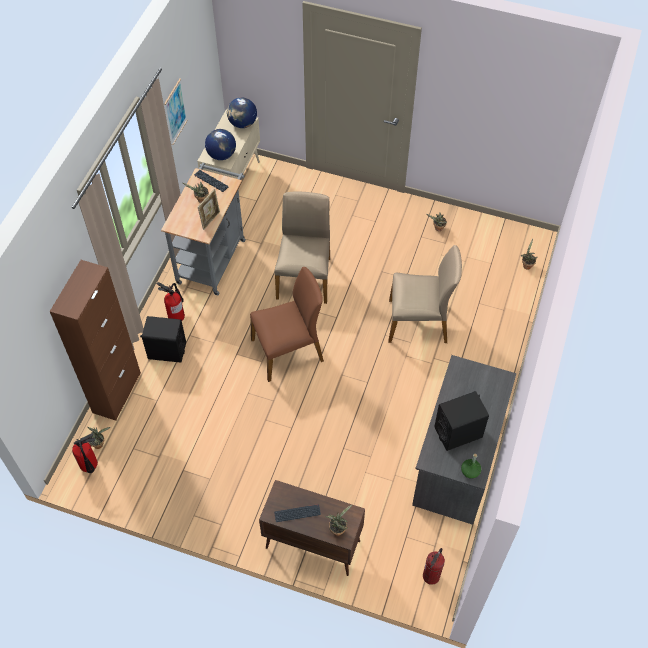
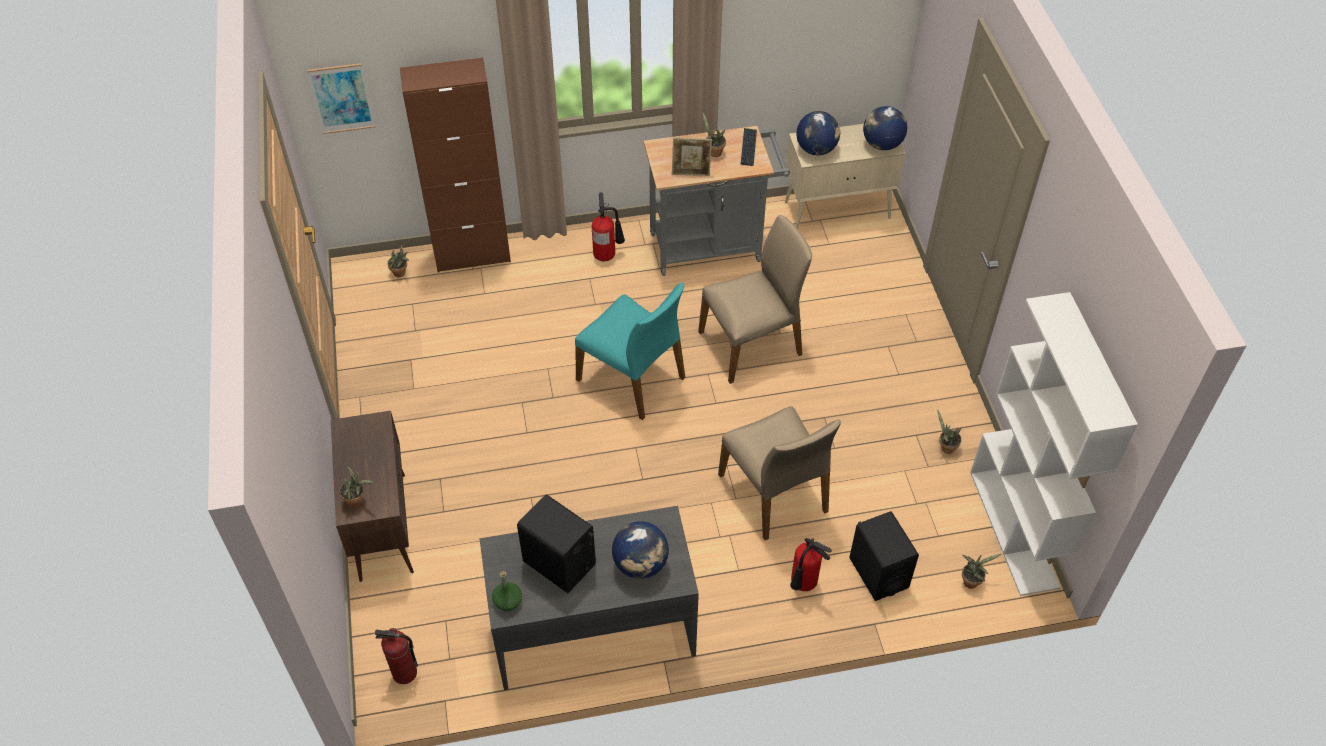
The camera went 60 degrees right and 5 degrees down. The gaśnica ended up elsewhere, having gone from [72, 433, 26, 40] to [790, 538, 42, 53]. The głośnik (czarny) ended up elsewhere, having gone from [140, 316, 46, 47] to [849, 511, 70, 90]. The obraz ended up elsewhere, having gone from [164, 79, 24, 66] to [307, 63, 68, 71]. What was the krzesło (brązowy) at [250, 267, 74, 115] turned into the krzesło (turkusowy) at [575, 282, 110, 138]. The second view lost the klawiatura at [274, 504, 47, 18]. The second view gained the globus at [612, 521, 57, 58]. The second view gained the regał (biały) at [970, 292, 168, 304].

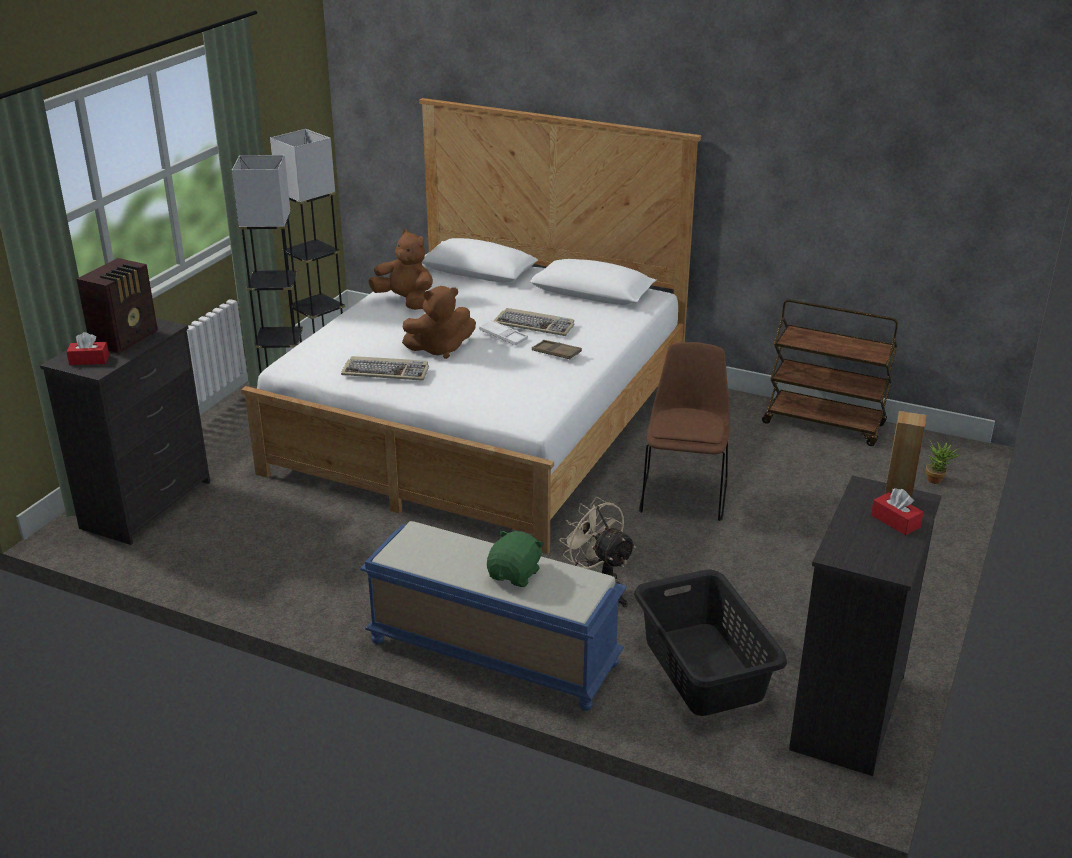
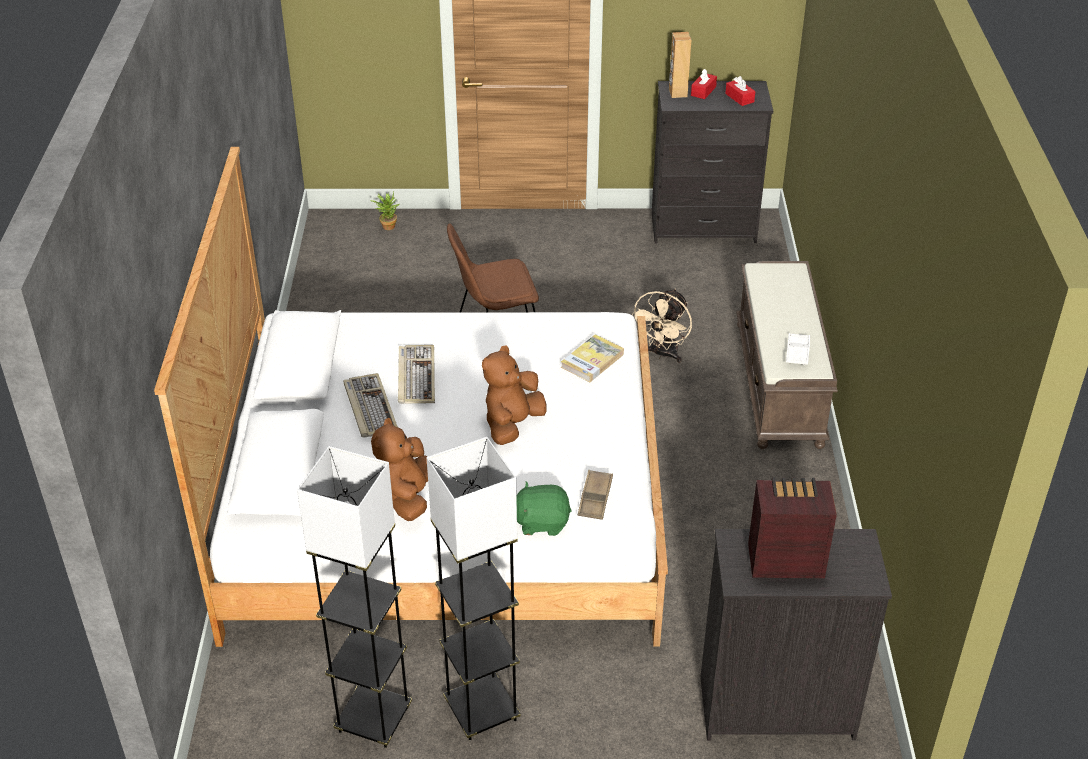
The camera went 115 degrees left and 10 degrees up. The pudełko chusteczek (czerwony) ended up elsewhere, having gone from [66, 332, 43, 33] to [725, 76, 30, 30]. The klawiatura ended up elsewhere, having gone from [341, 356, 88, 25] to [343, 373, 55, 65]. What was the ławka (niebieski) at [360, 521, 267, 190] turned into the ławka (brązowy) at [736, 261, 102, 188]. The pluszak (brązowy) at [402, 286, 74, 73] ended up facing another way, 105 degrees counterclockwise from before. The taca (biały) ended up elsewhere, having gone from [479, 320, 49, 25] to [786, 333, 24, 32]. The pluszak (zielony) ended up elsewhere, having gone from [487, 530, 57, 57] to [516, 481, 56, 55]. The taca (brązowy) ended up elsewhere, having gone from [532, 340, 50, 20] to [577, 470, 36, 50]. The second view lost the kosz na pranie (czarny) at [634, 569, 153, 147]. The second view lost the wózek (brązowy) at [762, 299, 136, 147]. The second view gained the książka at [561, 334, 63, 48].

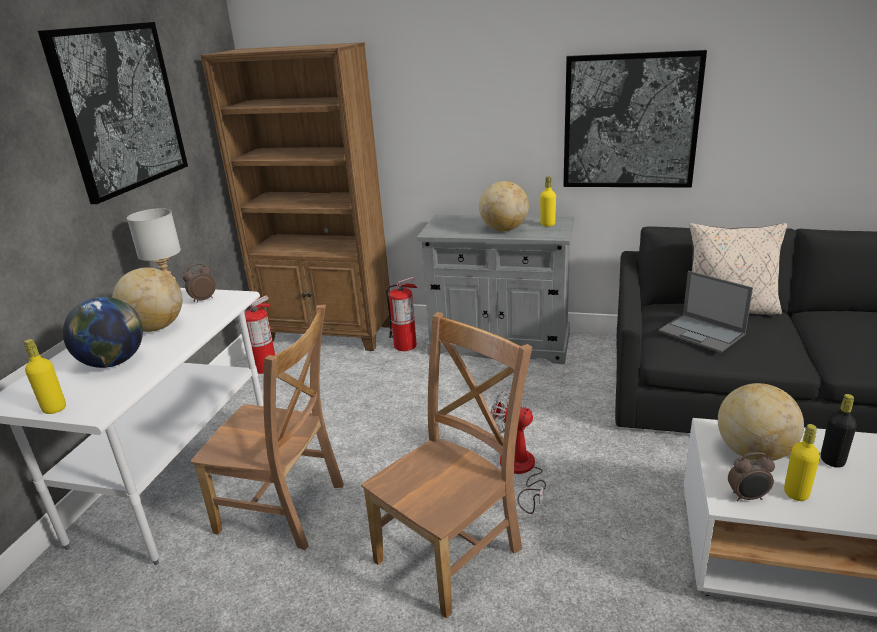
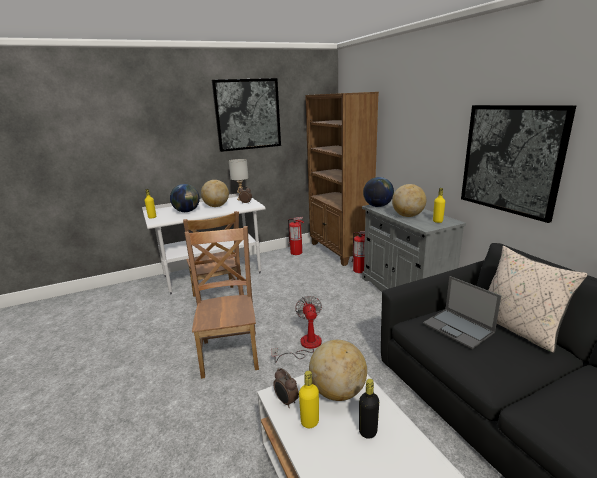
The camera went 50 degrees right and 5 degrees down. The krzesło (brązowy) at [361, 312, 171, 307] ended up facing another way, 105 degrees counterclockwise from before. The laptop at [658, 271, 95, 82] ended up facing another way, 45 degrees counterclockwise from before. The second view gained the globus at [363, 177, 31, 30].

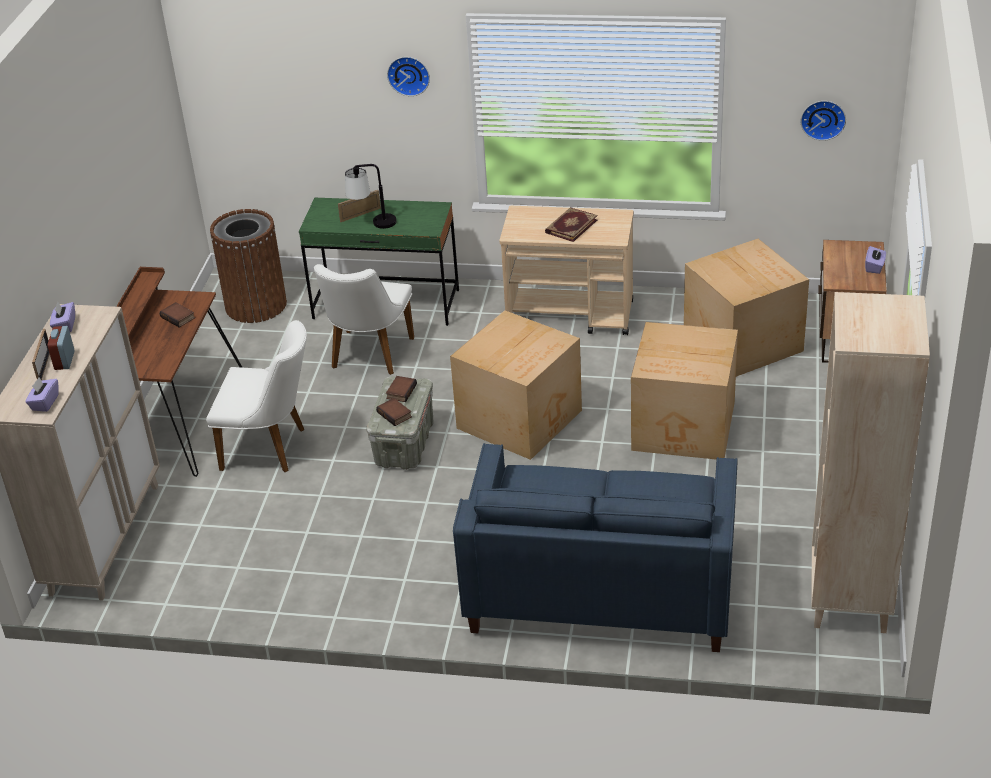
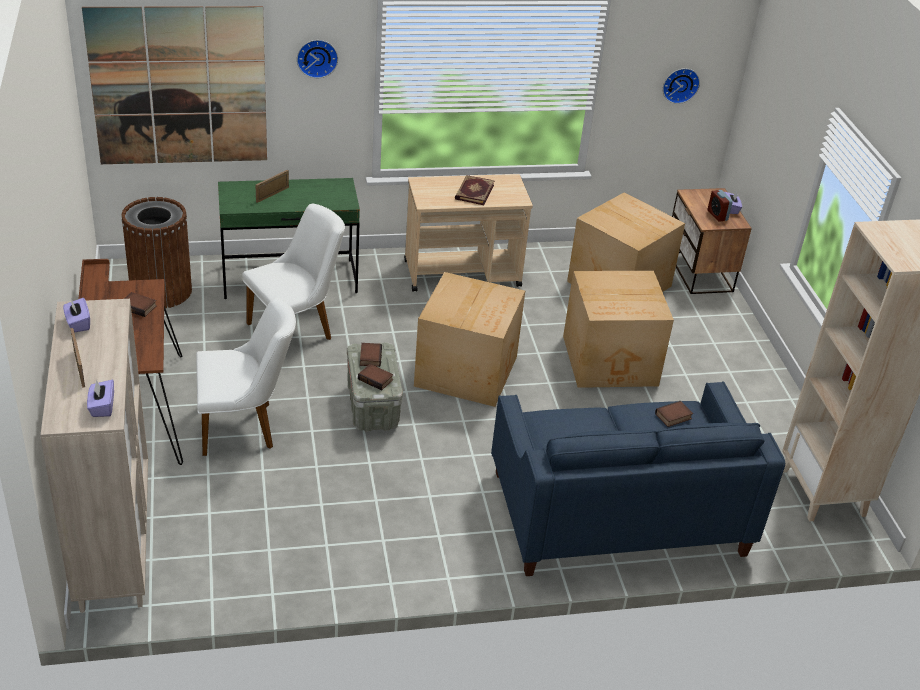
The camera went 25 degrees left and 0 degrees up. The budzik ended up elsewhere, having gone from [48, 326, 27, 44] to [708, 190, 25, 32]. The krzesło (biały) at [314, 264, 100, 111] ended up facing another way, 120 degrees counterclockwise from before. The second view lost the lampa stołowa at [345, 164, 52, 65]. The second view gained the obraz at [82, 6, 185, 158]. The second view gained the książka at [655, 401, 38, 26].

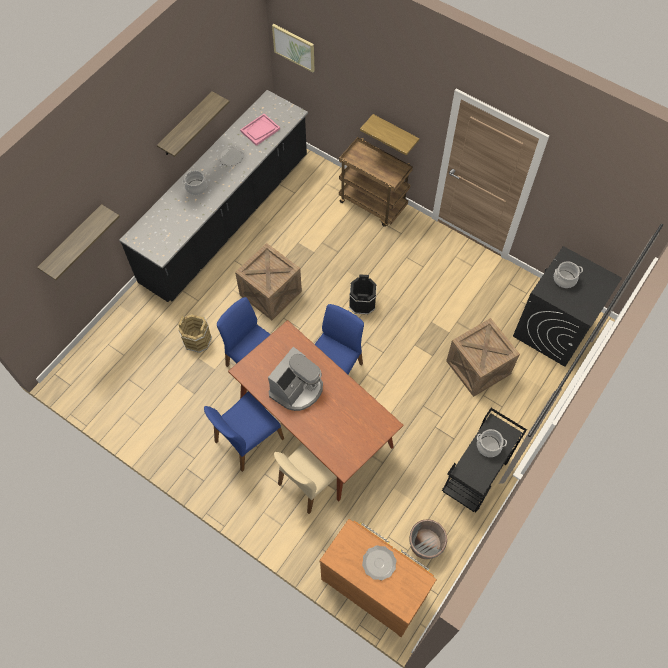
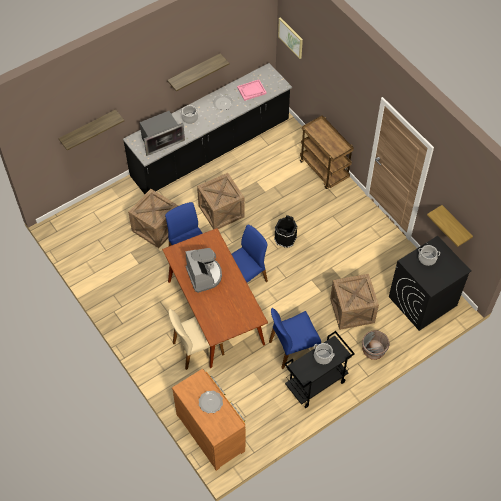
The camera went 20 degrees right and 5 degrees down. Where the wiadro (brązowy) stood at [178, 314, 34, 39], the skrzynka came to stand at [128, 189, 50, 59]. The krzesło (niebieski) ended up elsewhere, having gone from [204, 392, 80, 80] to [269, 308, 52, 61]. The ekspres do kawy at [268, 347, 55, 64] ended up facing another way, 75 degrees counterclockwise from before. The półka ended up elsewhere, having gone from [360, 114, 59, 41] to [427, 205, 46, 42]. The donica (szary) ended up elsewhere, having gone from [409, 519, 38, 40] to [362, 330, 28, 30]. The second view gained the mikrofalówka at [140, 111, 45, 45].

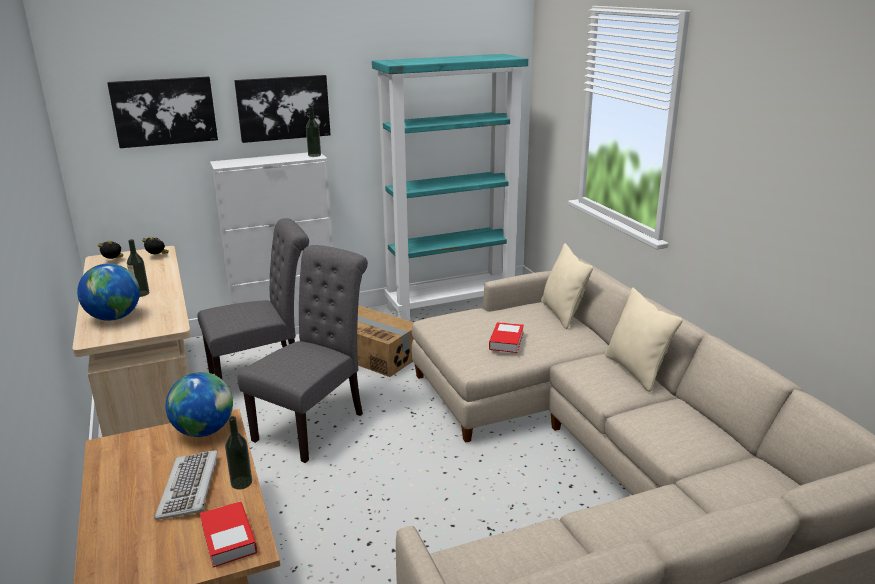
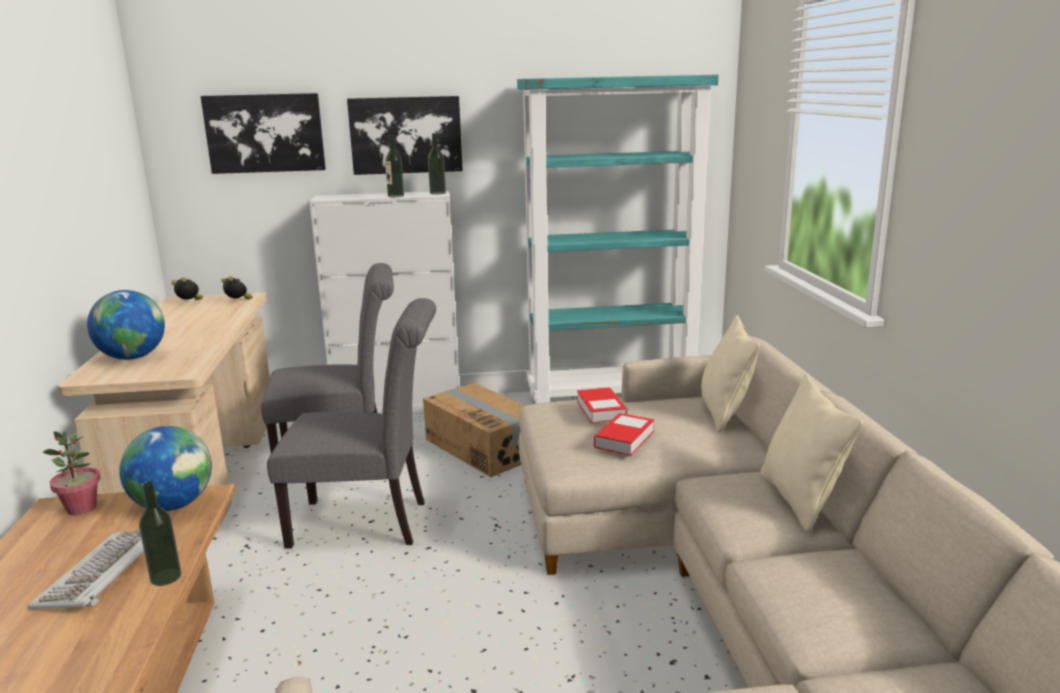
The camera went 15 degrees right and 5 degrees down. The butelka ended up elsewhere, having gone from [127, 239, 22, 58] to [385, 135, 19, 62]. The książka ended up elsewhere, having gone from [200, 501, 57, 67] to [577, 387, 50, 36]. The krzesło (szary) at [237, 245, 131, 218] ended up facing another way, 45 degrees clockwise from before. The second view gained the roślina doniczkowa at [43, 431, 58, 84].

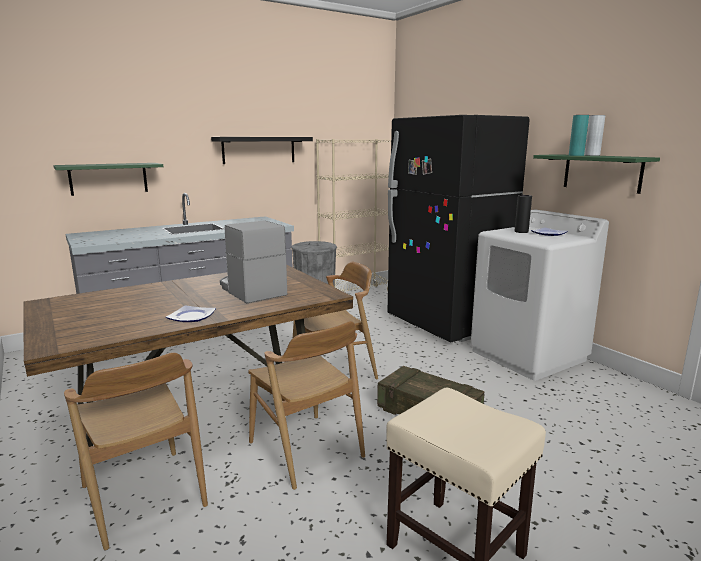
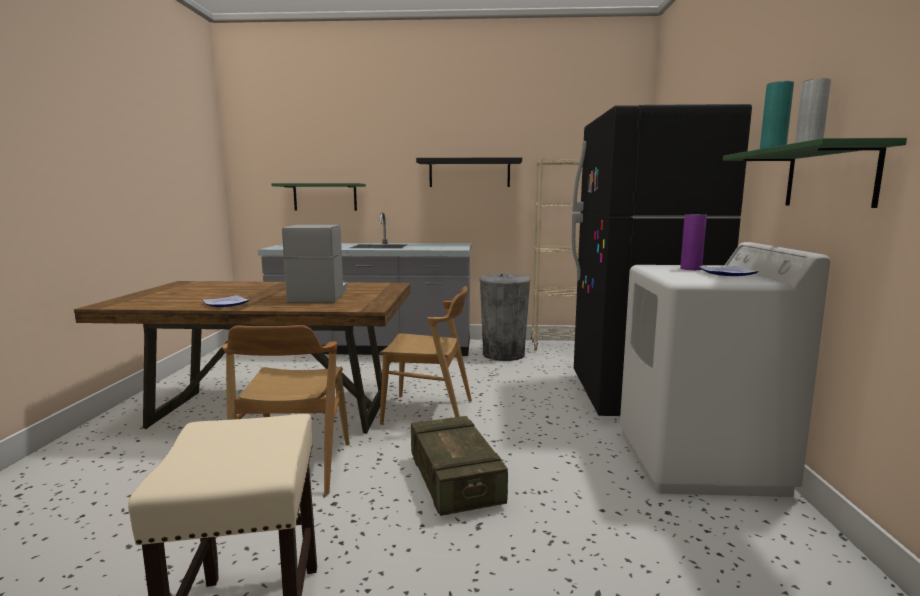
The camera went 35 degrees right and 5 degrees down. The second view lost the krzesło (brązowy) at [64, 352, 144, 198]. What was the wazon (czarny) at [515, 195, 17, 38] turned into the wazon (fioletowy) at [680, 214, 27, 56].

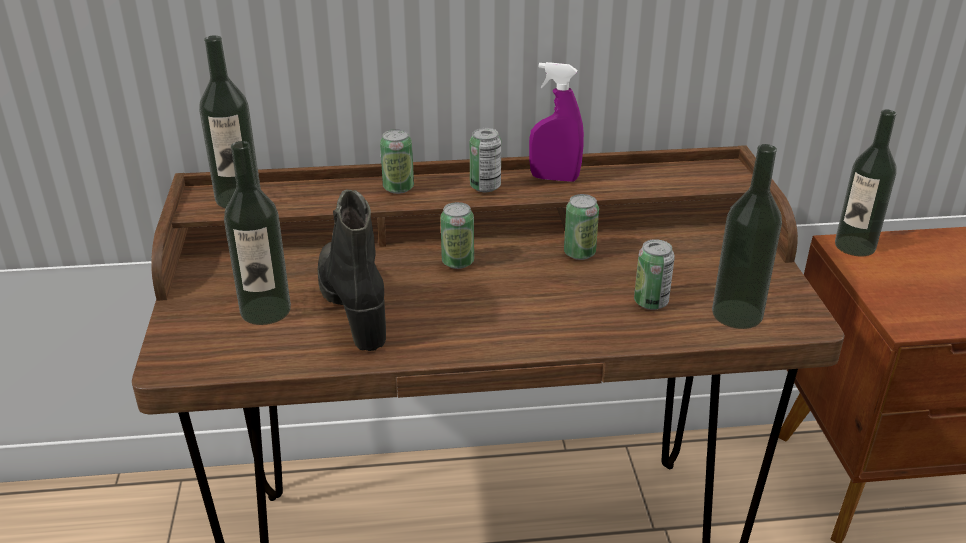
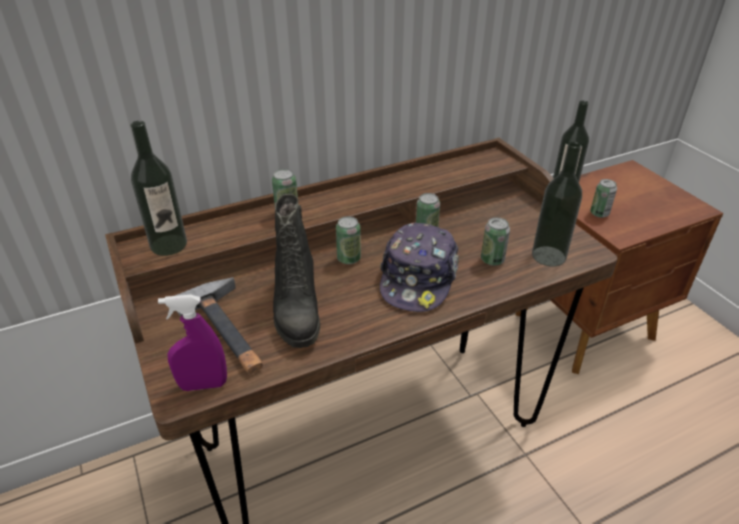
The camera went 20 degrees left and 5 degrees up. Where the butelka stood at [224, 141, 67, 184], the młotek came to stand at [175, 277, 88, 97]. The but z cholewką (czarny) at [318, 190, 68, 161] ended up facing another way, 150 degrees counterclockwise from before. The puszka ended up elsewhere, having gone from [470, 128, 31, 64] to [590, 179, 27, 39]. The spryskiwacz (fioletowy) ended up elsewhere, having gone from [529, 62, 55, 120] to [158, 295, 69, 96]. The second view gained the czapka z daszkiem at [380, 223, 79, 89].

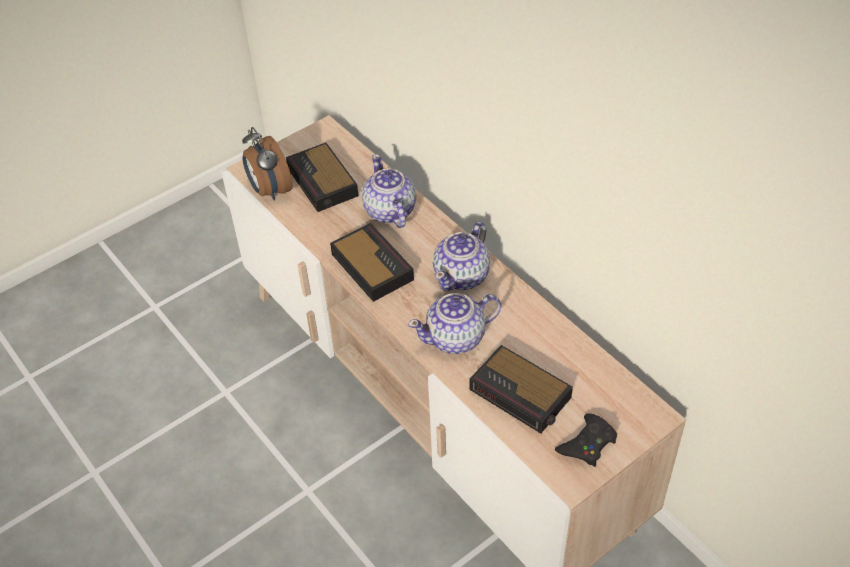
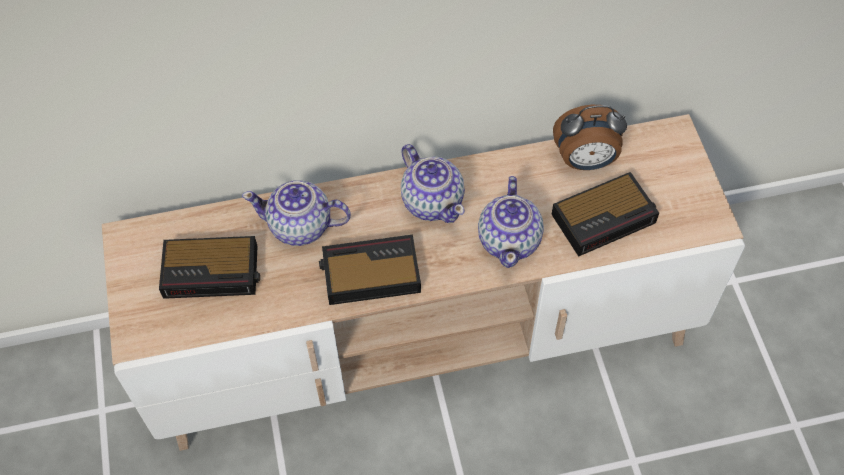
The camera went 65 degrees left and 10 degrees up. The budzik ended up elsewhere, having gone from [242, 127, 51, 74] to [553, 105, 74, 65]. The second view lost the pad do gier (czarny) at [555, 413, 62, 54].

